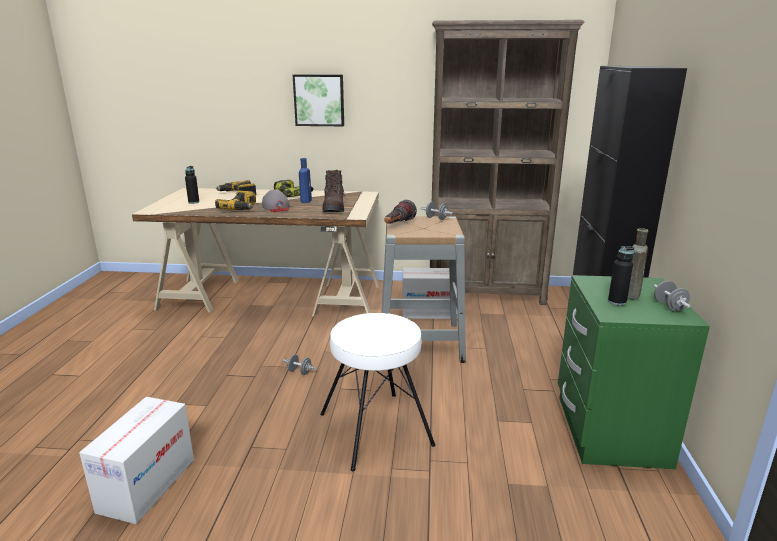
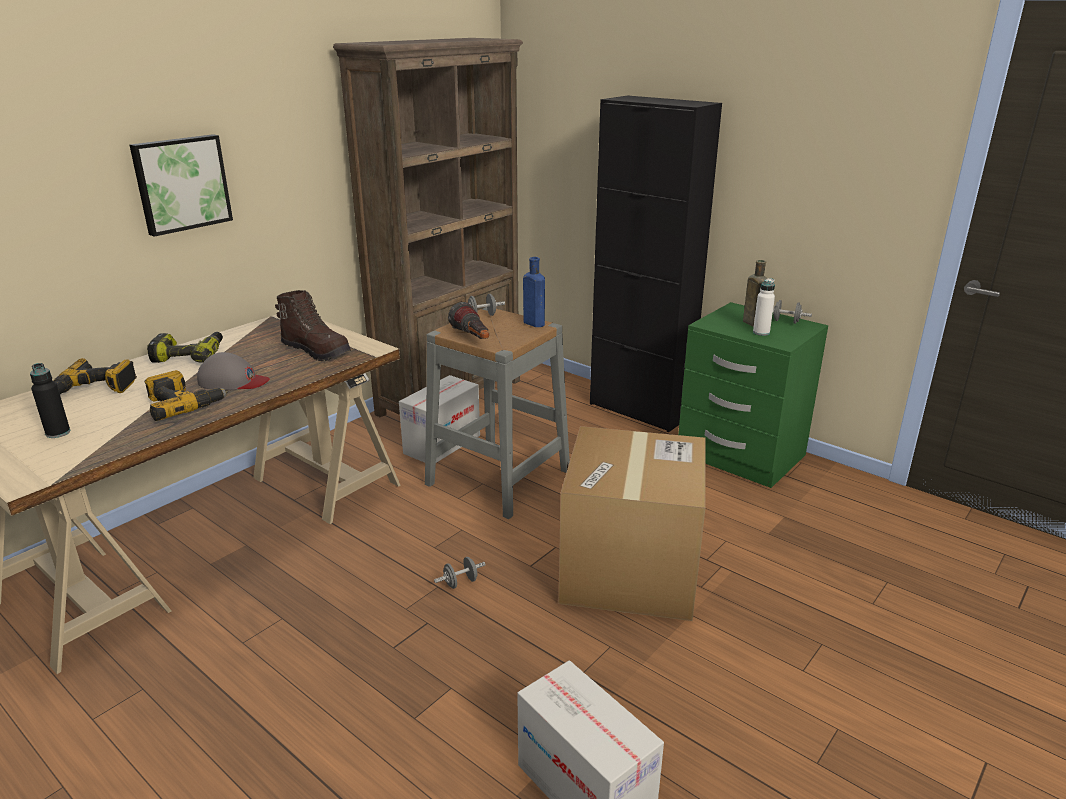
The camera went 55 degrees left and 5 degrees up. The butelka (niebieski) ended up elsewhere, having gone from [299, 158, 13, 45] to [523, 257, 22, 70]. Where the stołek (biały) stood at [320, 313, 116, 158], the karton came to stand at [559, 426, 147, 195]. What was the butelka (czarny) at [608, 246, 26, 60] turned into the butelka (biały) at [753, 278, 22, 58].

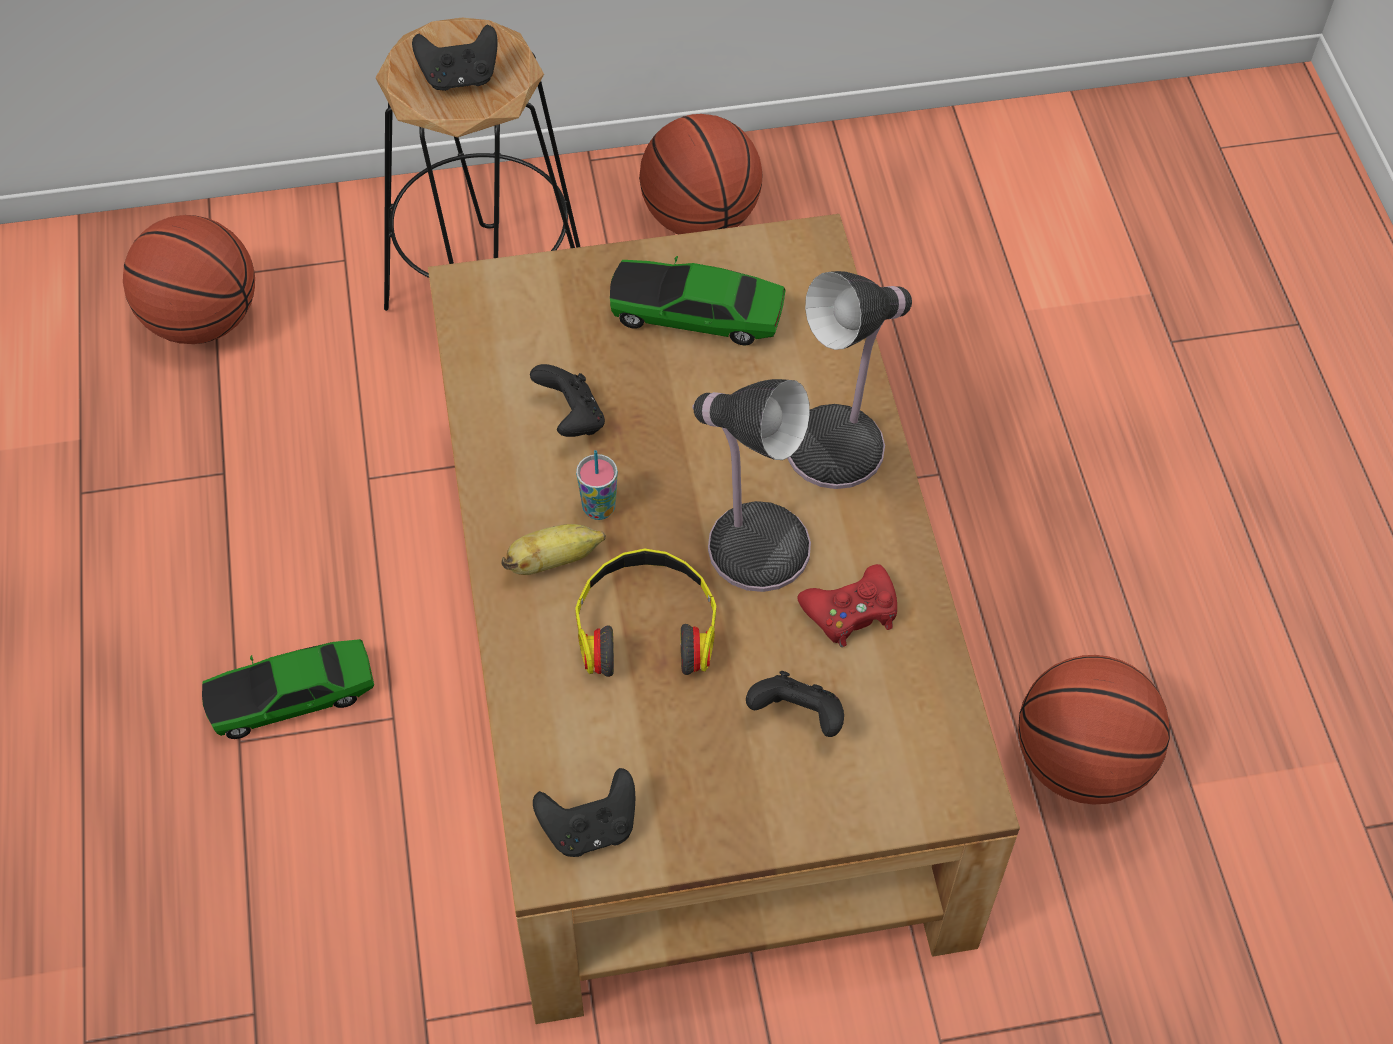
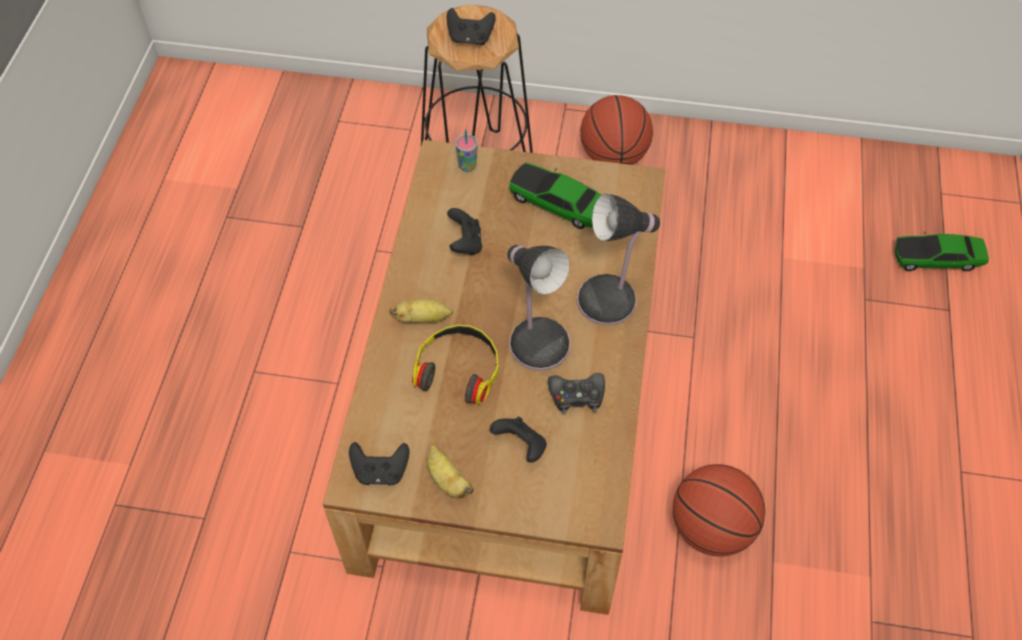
The camera went 20 degrees right and 0 degrees up. The second view lost the piłka do koszykówki at [123, 215, 132, 129]. The samochodzik ended up elsewhere, having gone from [202, 639, 172, 100] to [895, 231, 94, 40]. The filiżanka ended up elsewhere, having gone from [576, 450, 42, 70] to [455, 129, 23, 43]. What was the pad do gier (czerwony) at [798, 564, 99, 83] turned into the pad do gier (czarny) at [548, 373, 57, 41]. The second view gained the banan at [427, 444, 47, 54].

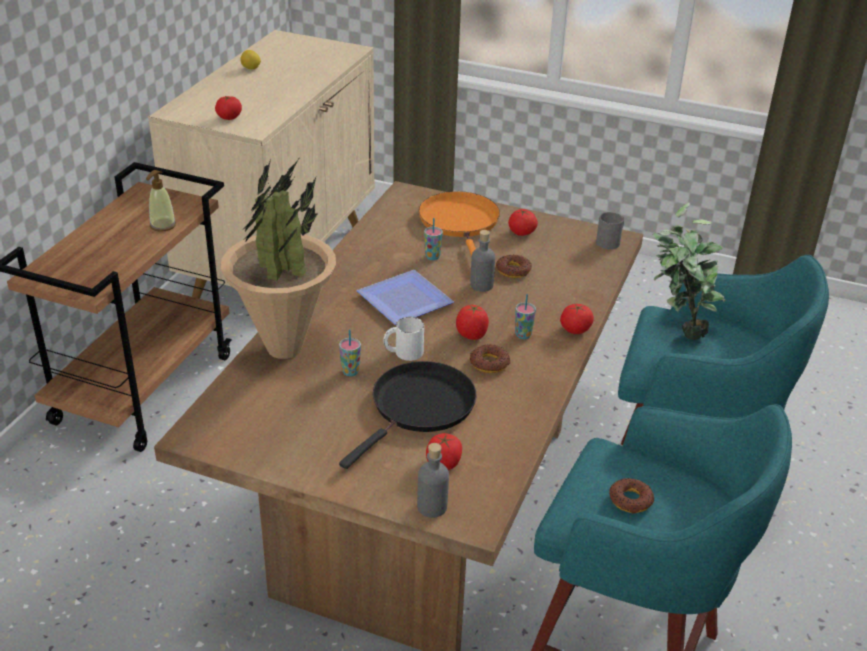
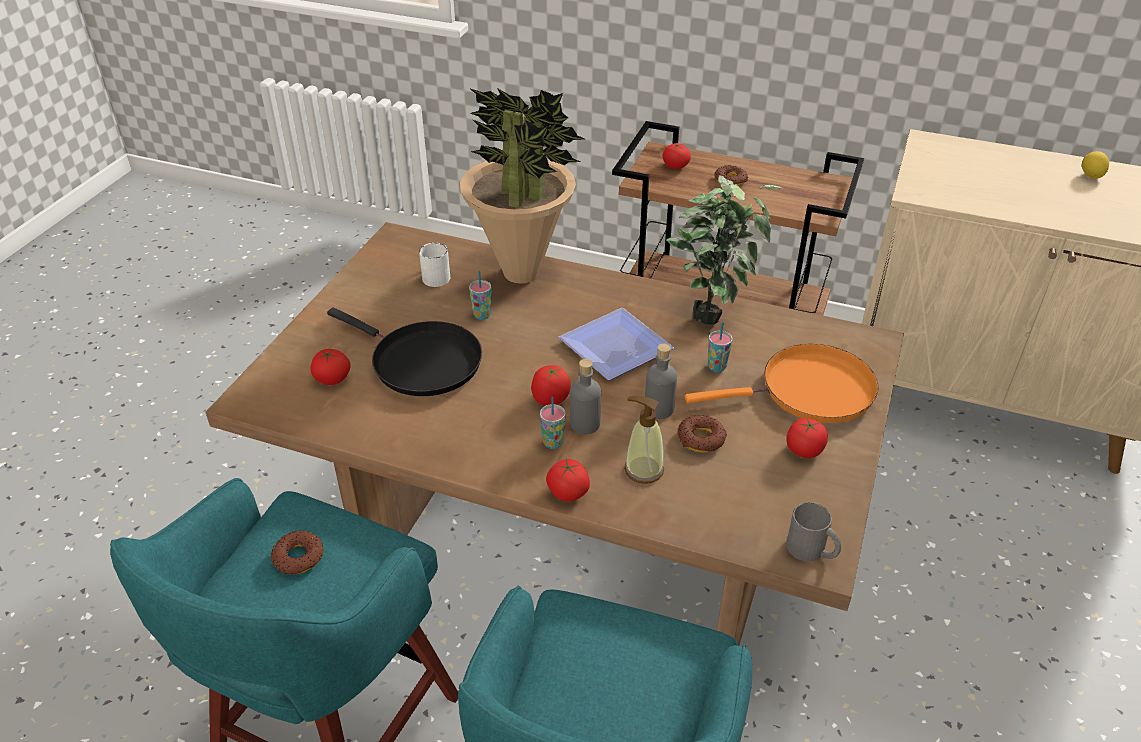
The camera went 90 degrees right and 5 degrees up. The dozownik mydła ended up elsewhere, having gone from [146, 170, 30, 61] to [624, 396, 40, 88]. The pomidor ended up elsewhere, having gone from [215, 96, 27, 24] to [663, 143, 28, 26]. The kubek (biały) ended up elsewhere, having gone from [383, 317, 41, 44] to [419, 242, 31, 45]. The butelka (szary) ended up elsewhere, having gone from [417, 443, 32, 75] to [570, 359, 31, 76]. The donut ended up elsewhere, having gone from [470, 344, 41, 29] to [715, 165, 33, 21]. The roślina doniczkowa ended up elsewhere, having gone from [653, 202, 72, 138] to [666, 175, 117, 150].

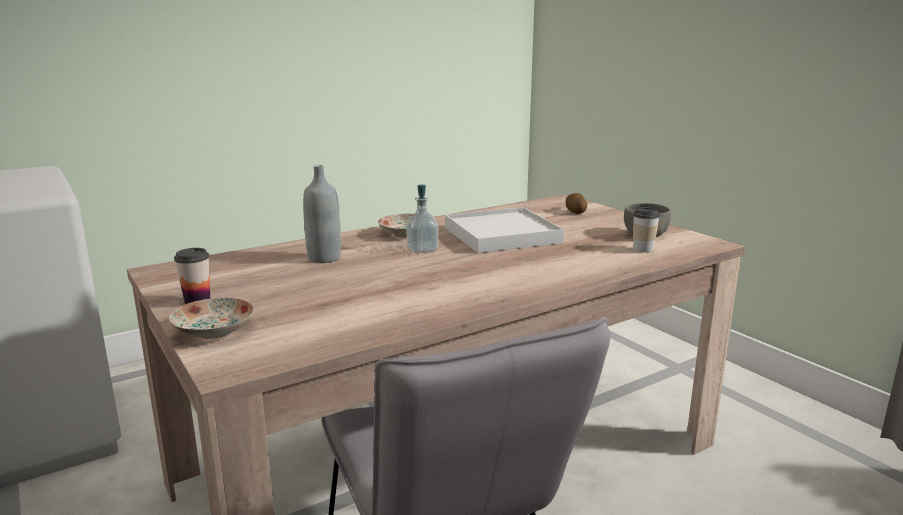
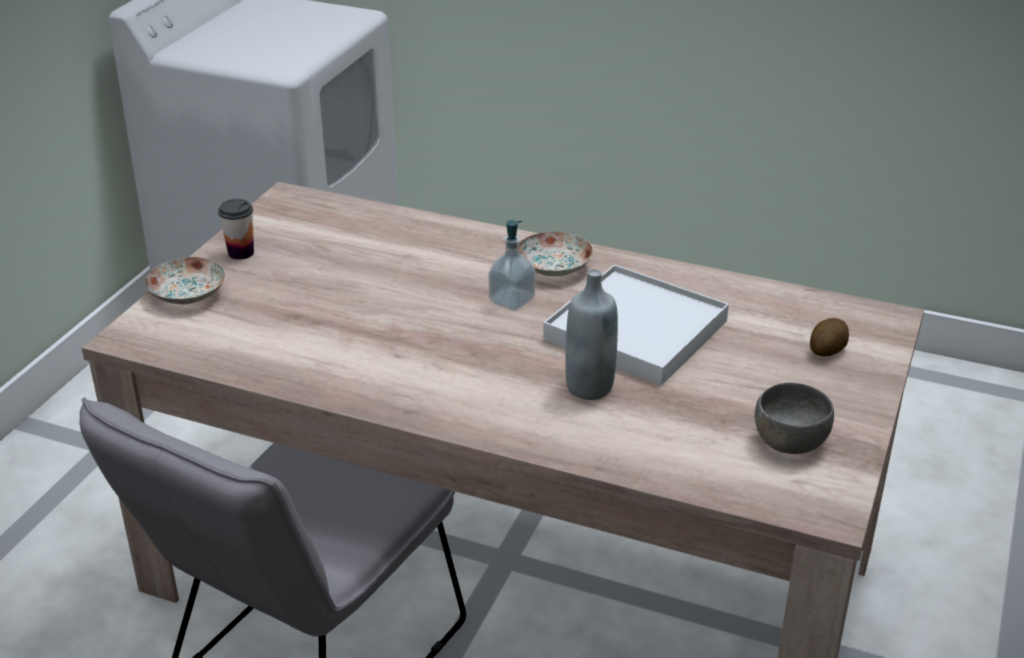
The camera went 55 degrees right and 15 degrees up. The butelka (szary) ended up elsewhere, having gone from [303, 165, 38, 98] to [565, 269, 53, 131]. The second view lost the filiżanka at [633, 208, 27, 45].

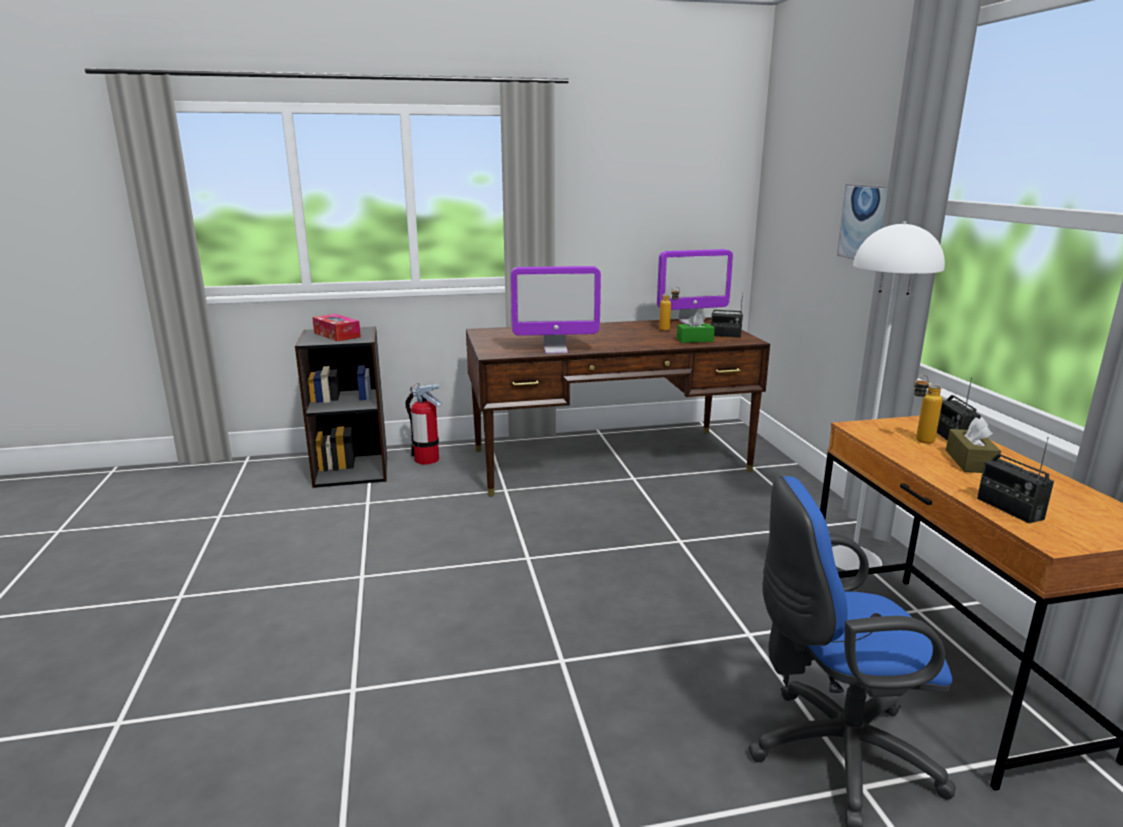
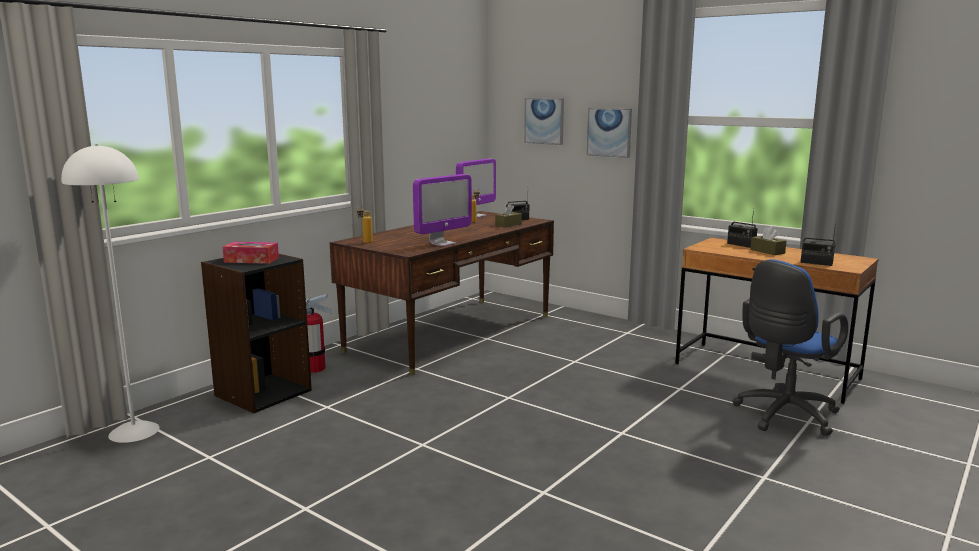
The camera went 40 degrees left and 5 degrees down. What was the pudełko chusteczek (zielony) at [677, 312, 38, 31] turned into the pudełko chusteczek (brązowy) at [495, 204, 27, 23]. The lampa stojąca (biały) ended up elsewhere, having gone from [832, 221, 113, 350] to [61, 144, 99, 299]. The butelka ended up elsewhere, having gone from [914, 374, 29, 70] to [357, 205, 16, 38]. The second view gained the obraz at [524, 98, 40, 47].

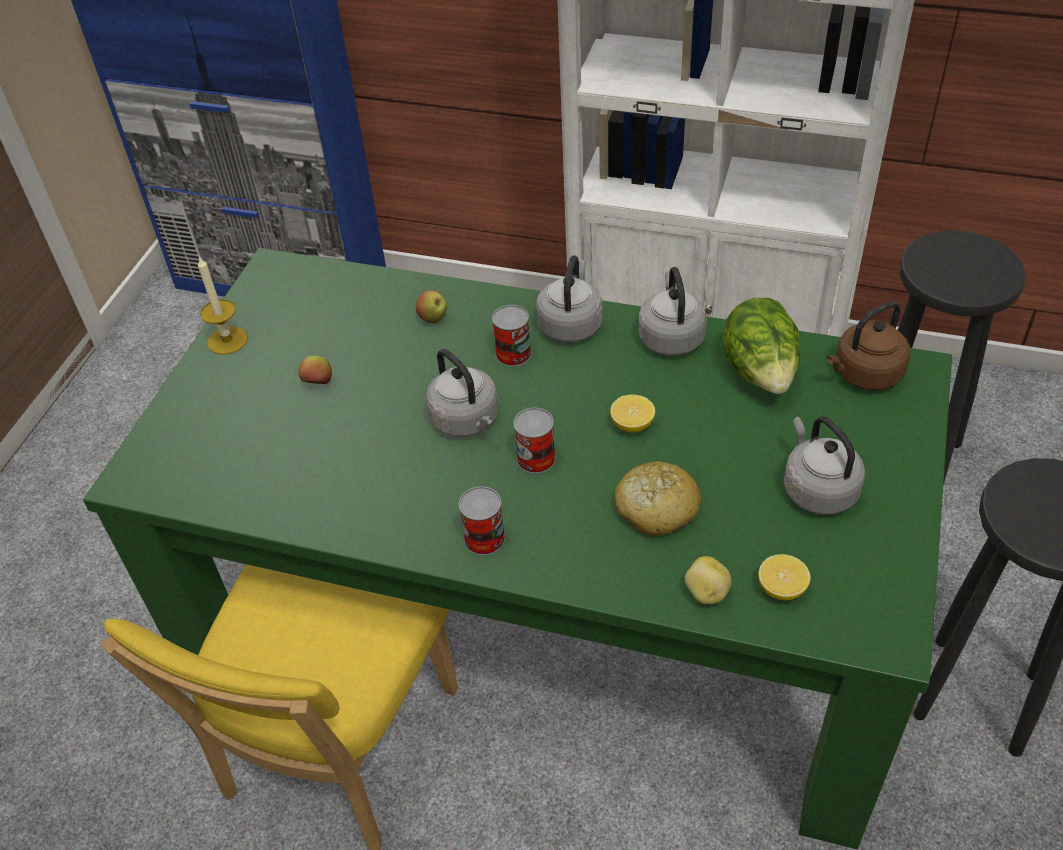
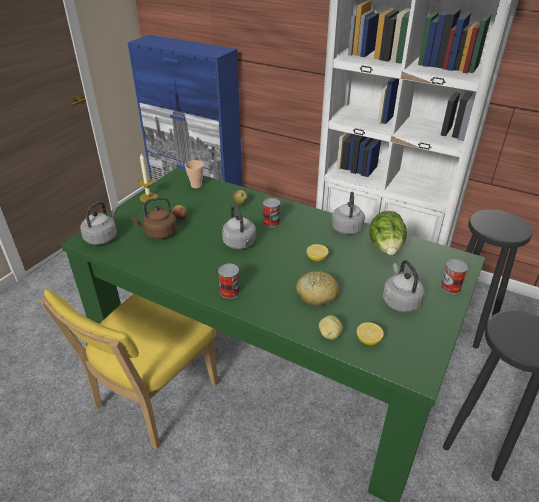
The camera went 10 degrees right and 10 degrees down. The puszka ended up elsewhere, having gone from [513, 407, 43, 67] to [440, 259, 28, 35]. The czajnik (szary) ended up elsewhere, having gone from [536, 255, 66, 87] to [80, 201, 37, 44]. The czajnik (brązowy) ended up elsewhere, having gone from [826, 301, 84, 89] to [132, 197, 45, 42]. The second view gained the filiżanka at [185, 160, 19, 28].

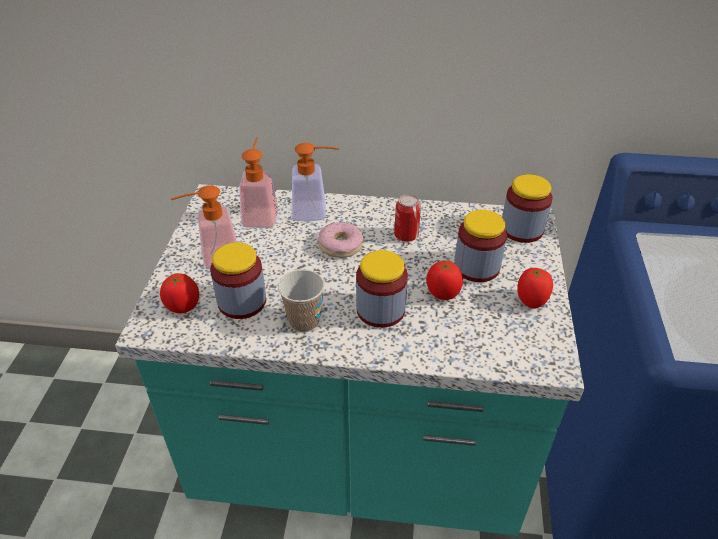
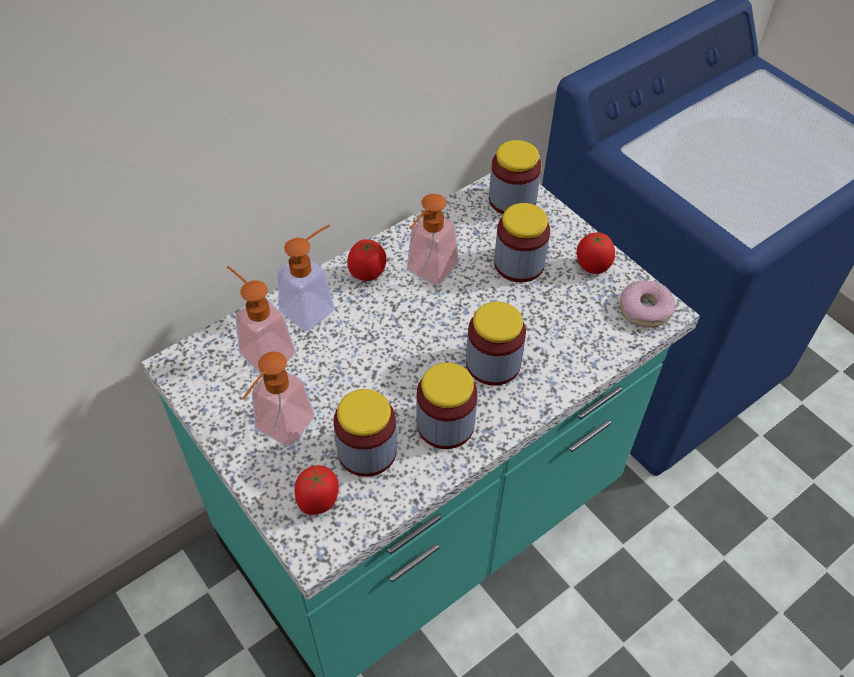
The camera went 45 degrees left and 10 degrees up. Where the filiżanka stood at [278, 270, 46, 62], the słoik came to stand at [416, 363, 62, 86]. The donut ended up elsewhere, having gone from [318, 222, 46, 36] to [620, 280, 55, 48]. Where the puszka stood at [394, 194, 27, 48], the dozownik mydła came to stand at [406, 194, 53, 92]. The pomidor ended up elsewhere, having gone from [426, 261, 37, 39] to [347, 239, 40, 42].

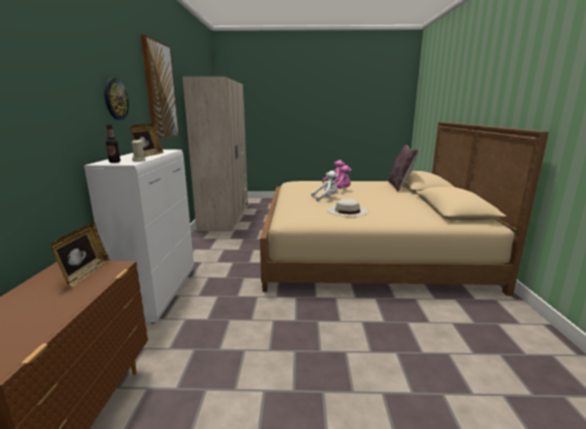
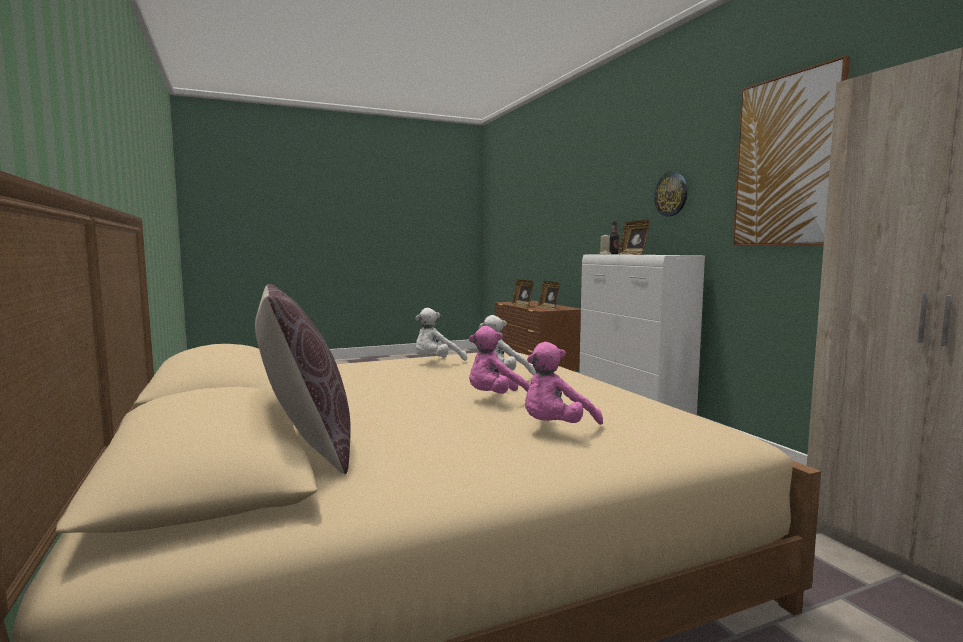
The camera went 155 degrees right and 10 degrees down. Where the kapelusz (biały) stood at [327, 199, 41, 18], the pluszak (biały) came to stand at [415, 308, 52, 53]. The second view gained the ramka na zdjęcie at [512, 280, 22, 27].

